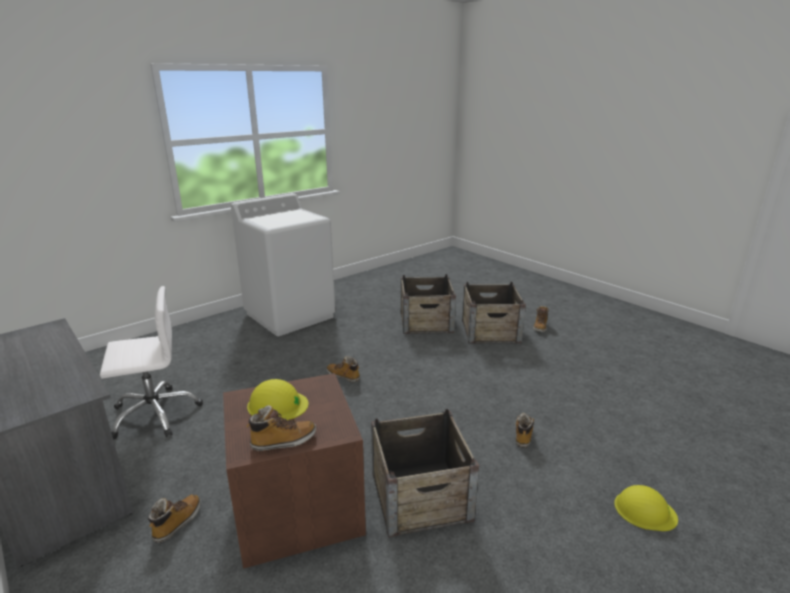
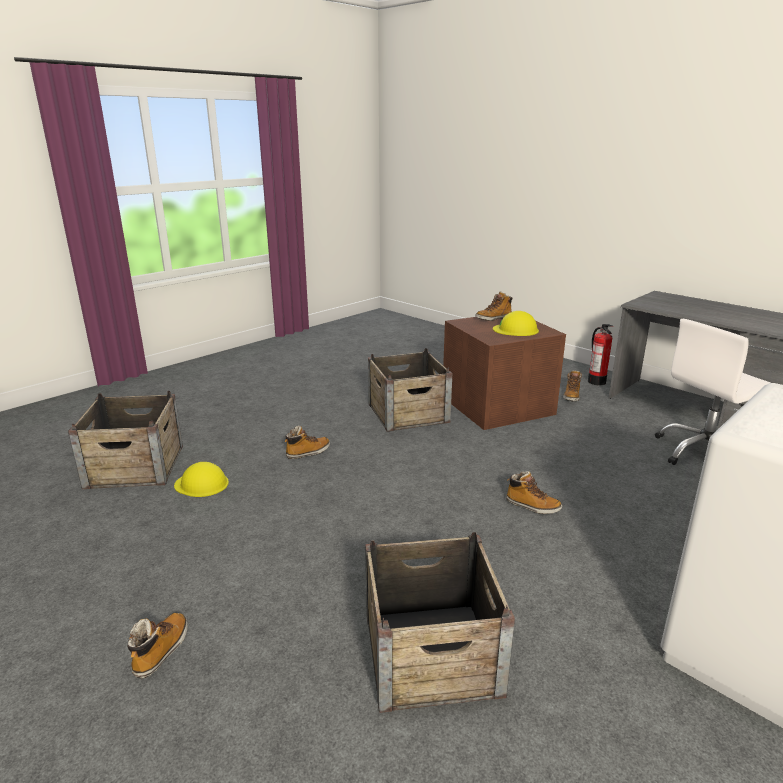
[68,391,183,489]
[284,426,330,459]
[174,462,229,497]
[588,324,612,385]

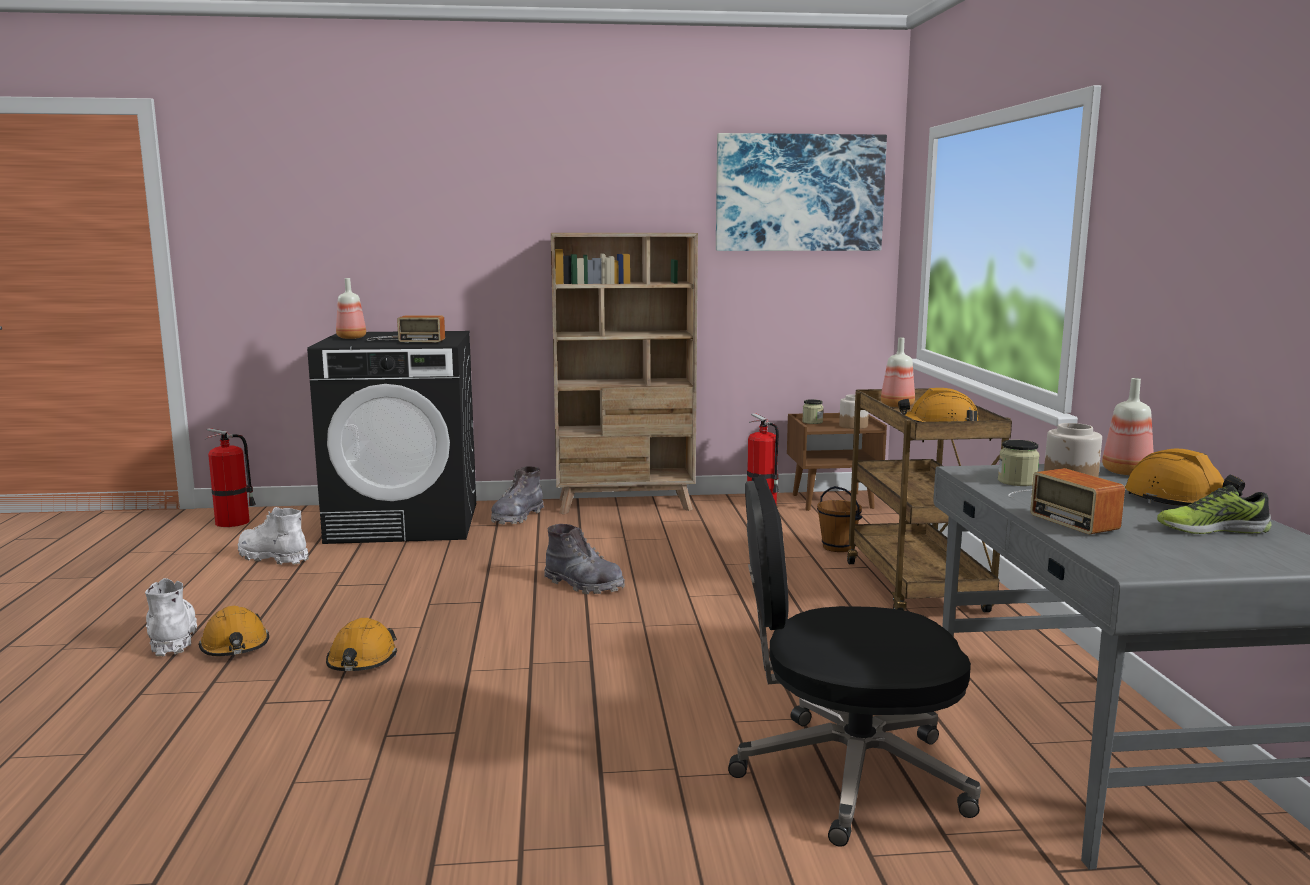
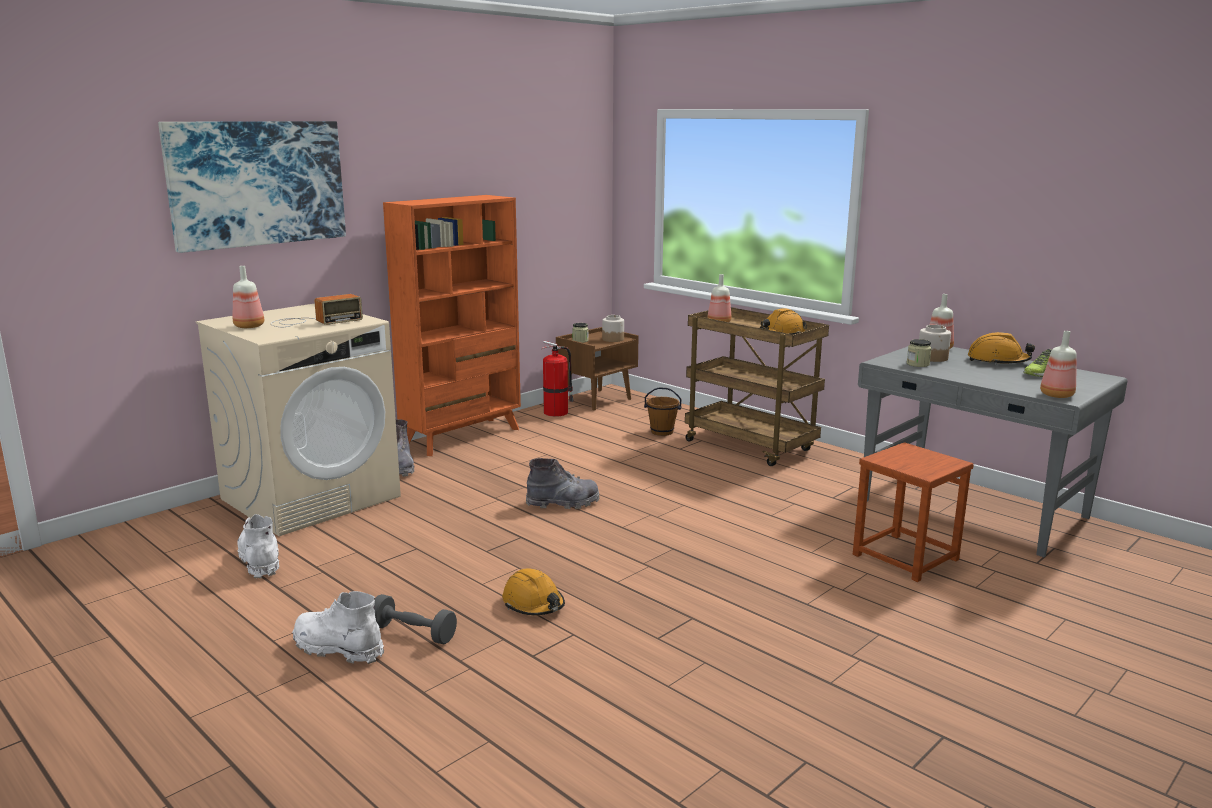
[374,594,457,645]
[205,428,256,527] (first image)
[237,514,279,578]
[196,303,401,536]
[383,195,521,456]
[158,121,346,253]
[853,442,974,582]
[1008,468,1125,534] (first image)
[1040,331,1077,398]

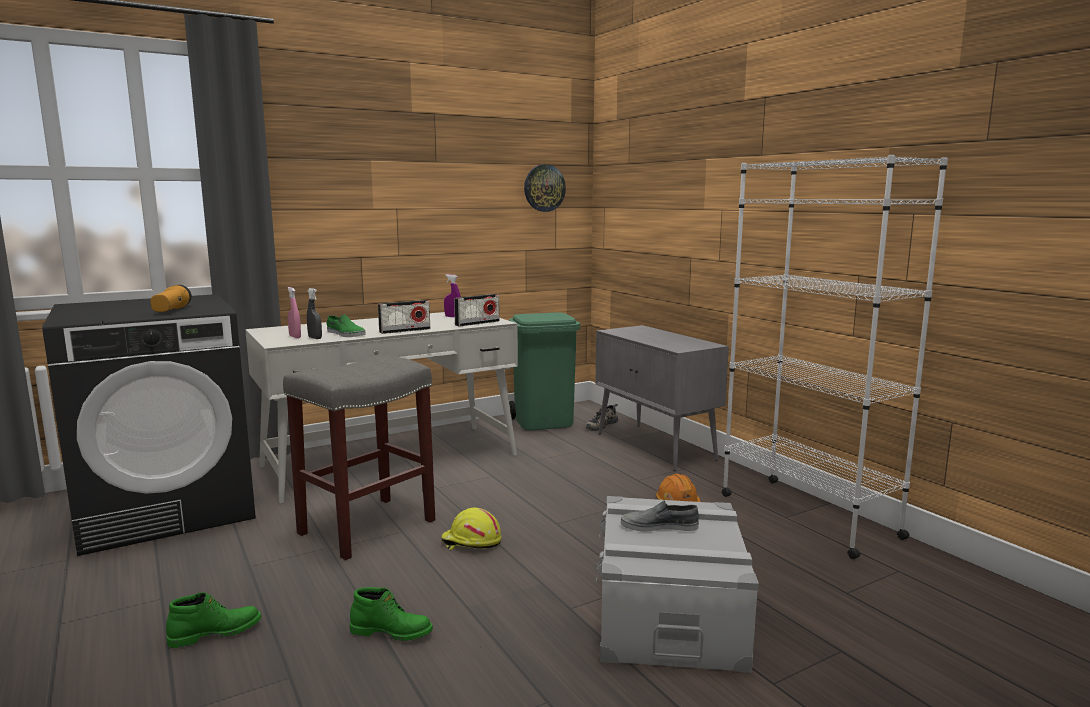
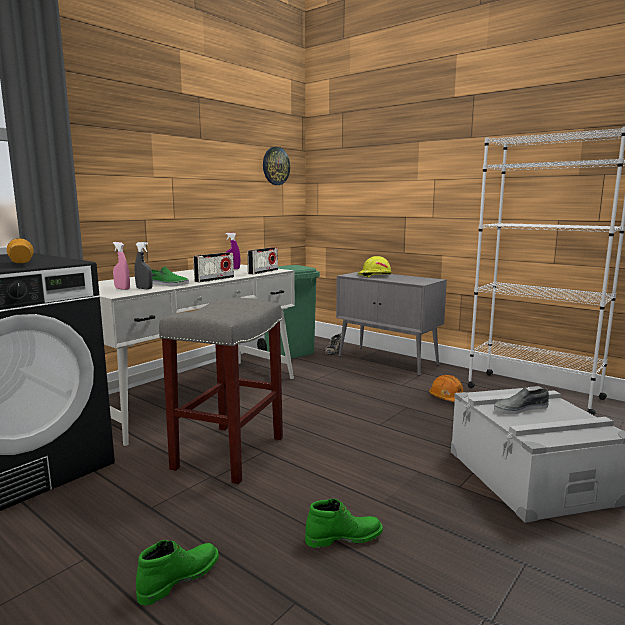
[357,256,392,278]

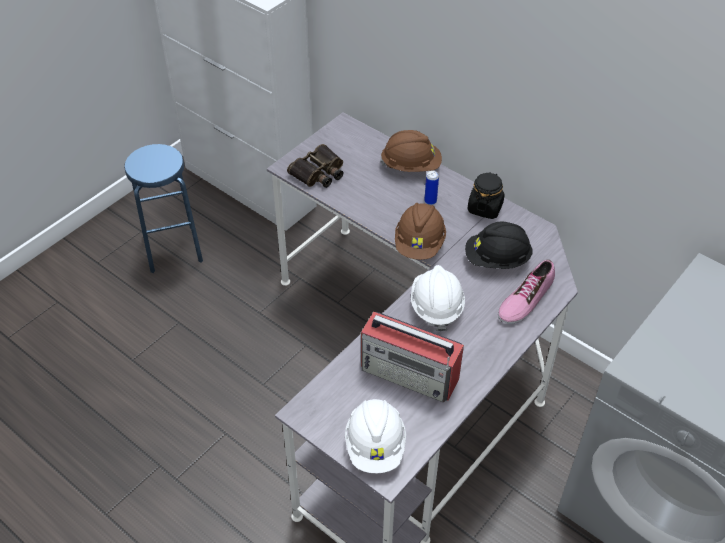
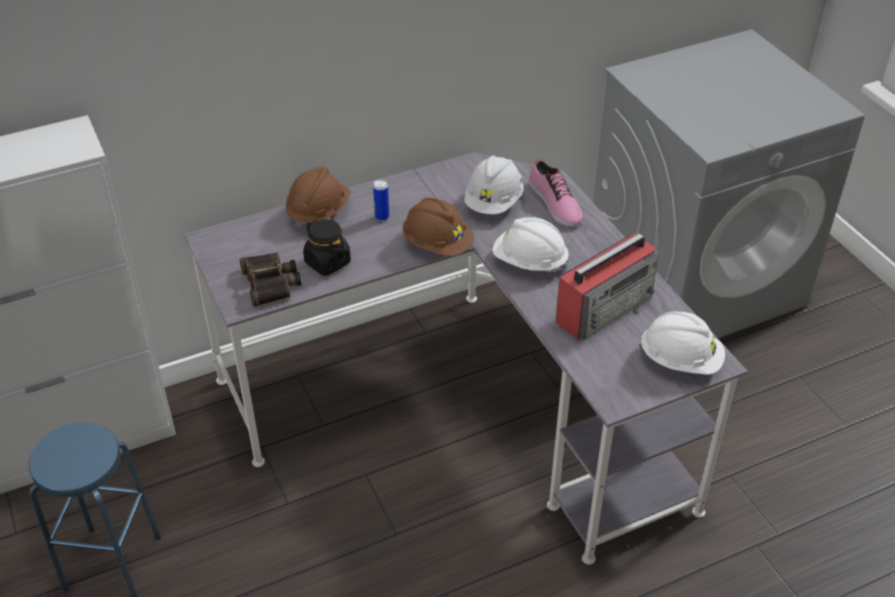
[464,156,523,214]
[303,219,351,275]

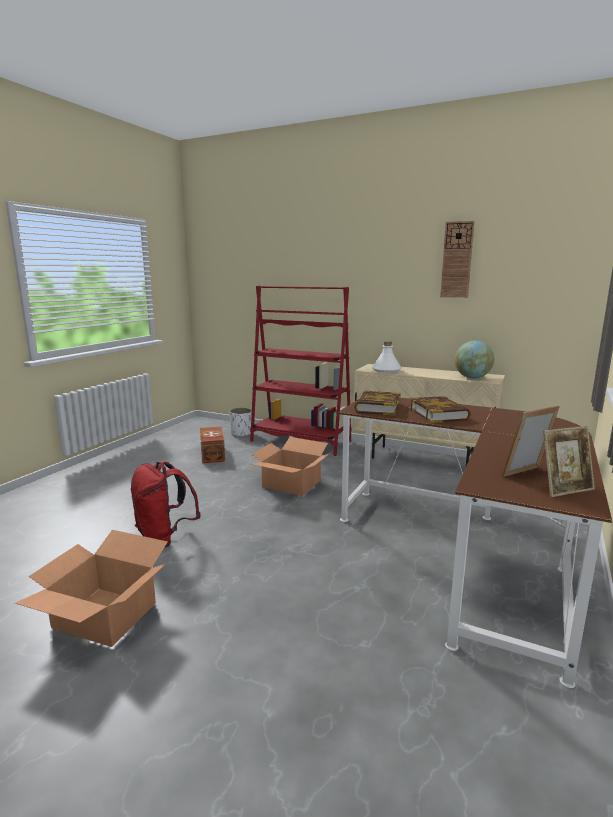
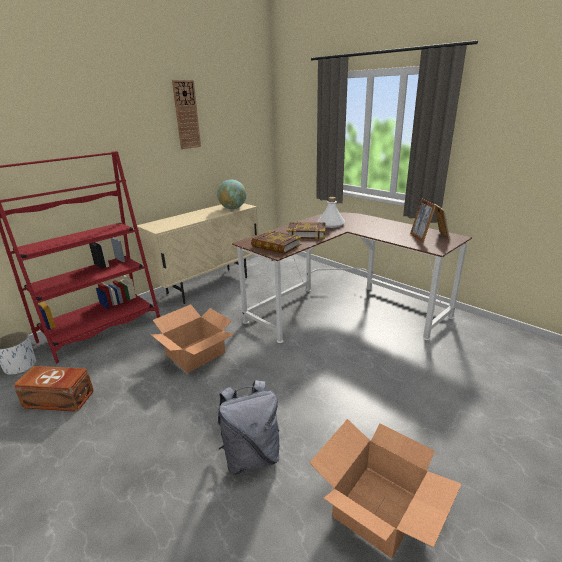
[217,380,280,475]
[317,197,345,228]

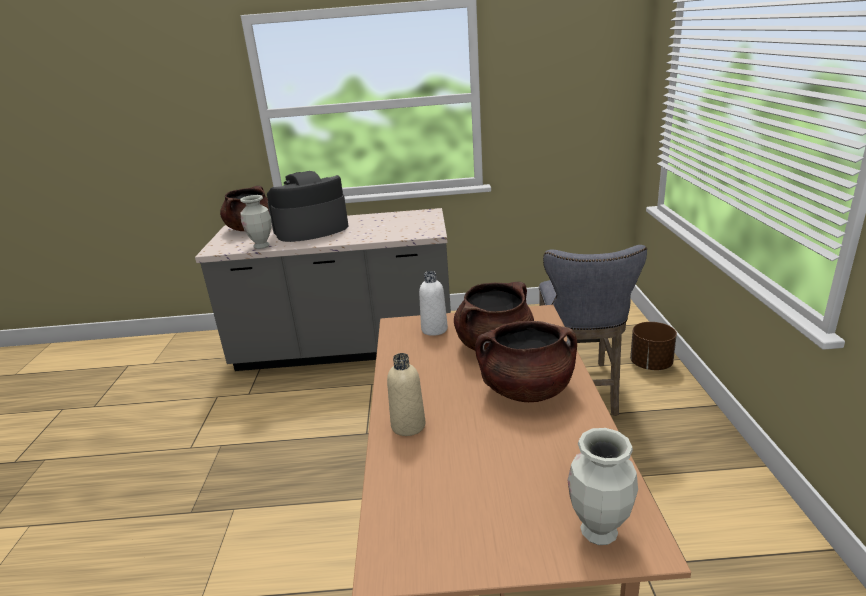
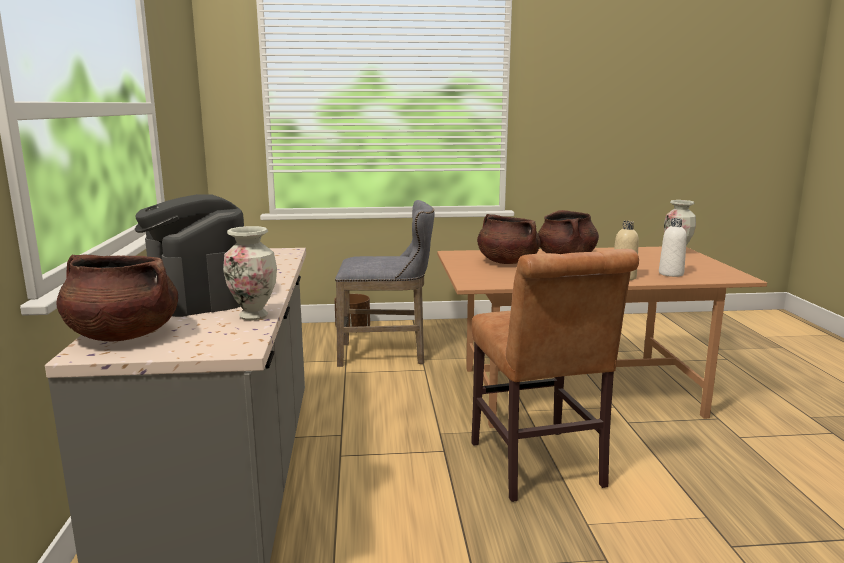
[659,218,687,277]
[471,249,639,502]

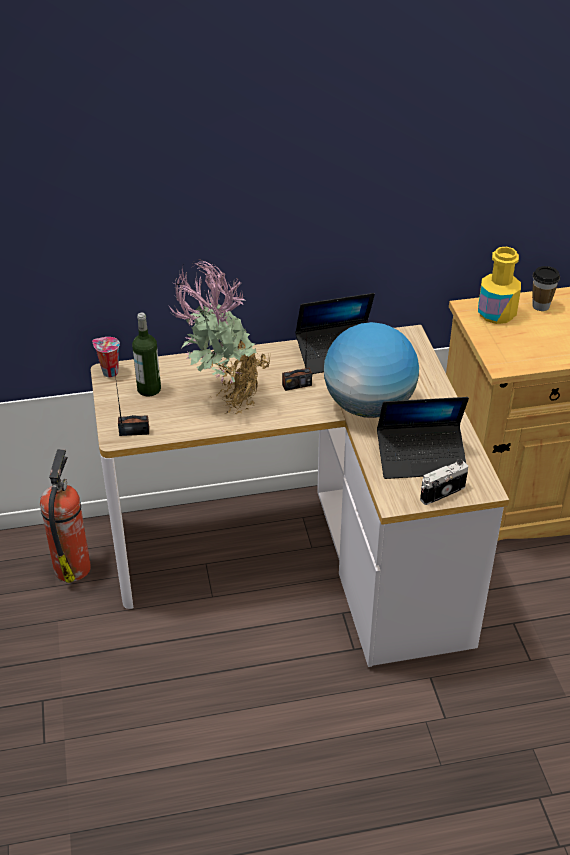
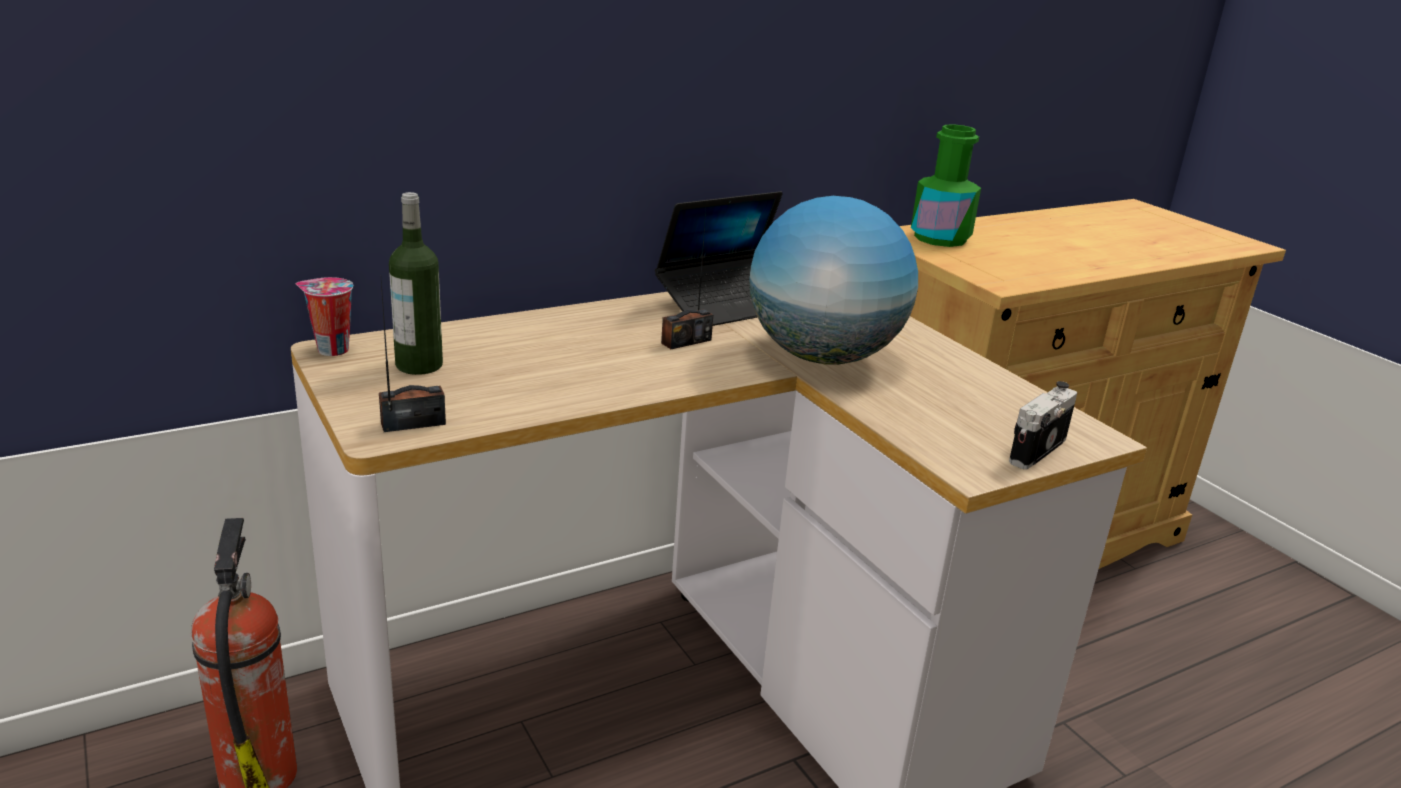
[167,259,271,414] (first image)
[377,397,469,479] (first image)
[911,124,981,247]
[532,266,560,311] (first image)

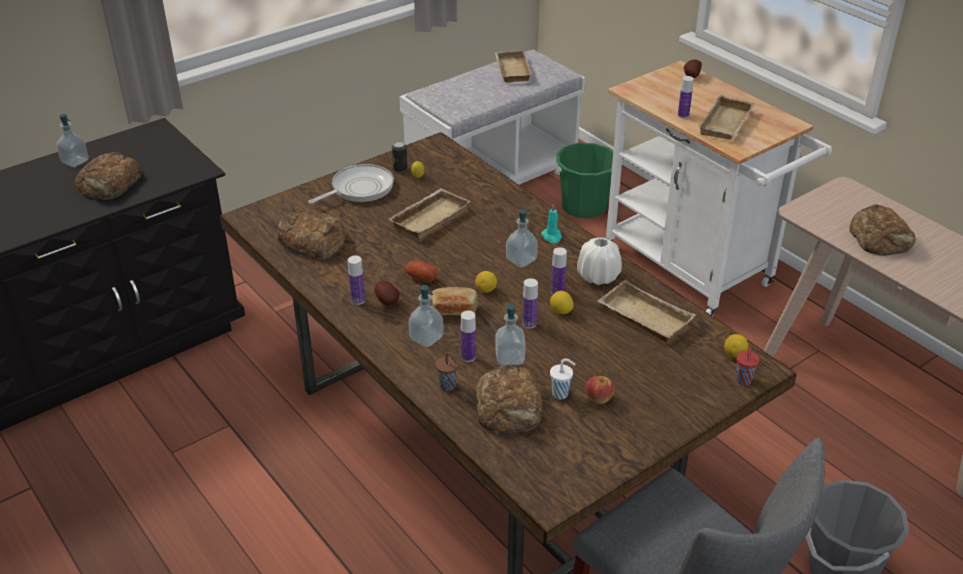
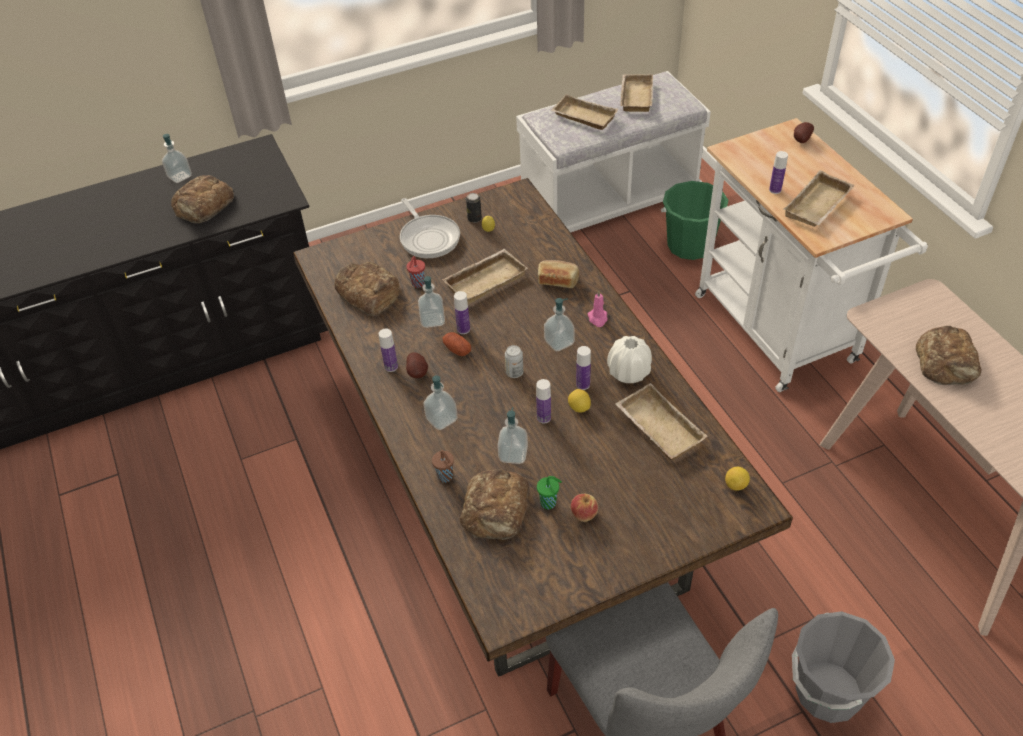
[400,198,460,258]
[538,260,579,288]
[454,291,470,334]
[505,345,523,378]
[588,291,608,327]
[537,476,562,509]
[407,256,425,288]
[418,276,445,328]
[551,94,618,130]

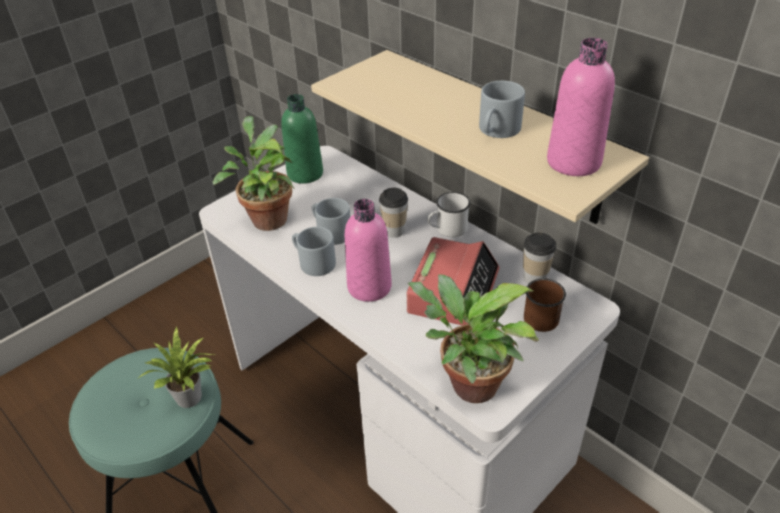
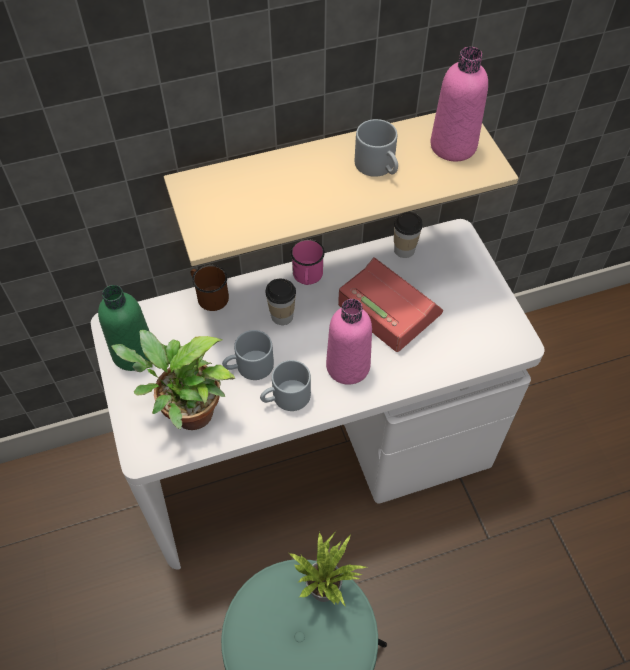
[408,274,539,403] (first image)
[291,239,325,285]
[190,265,229,311]

